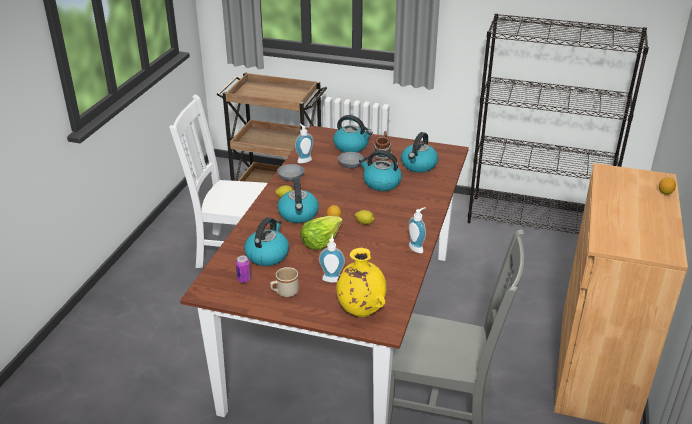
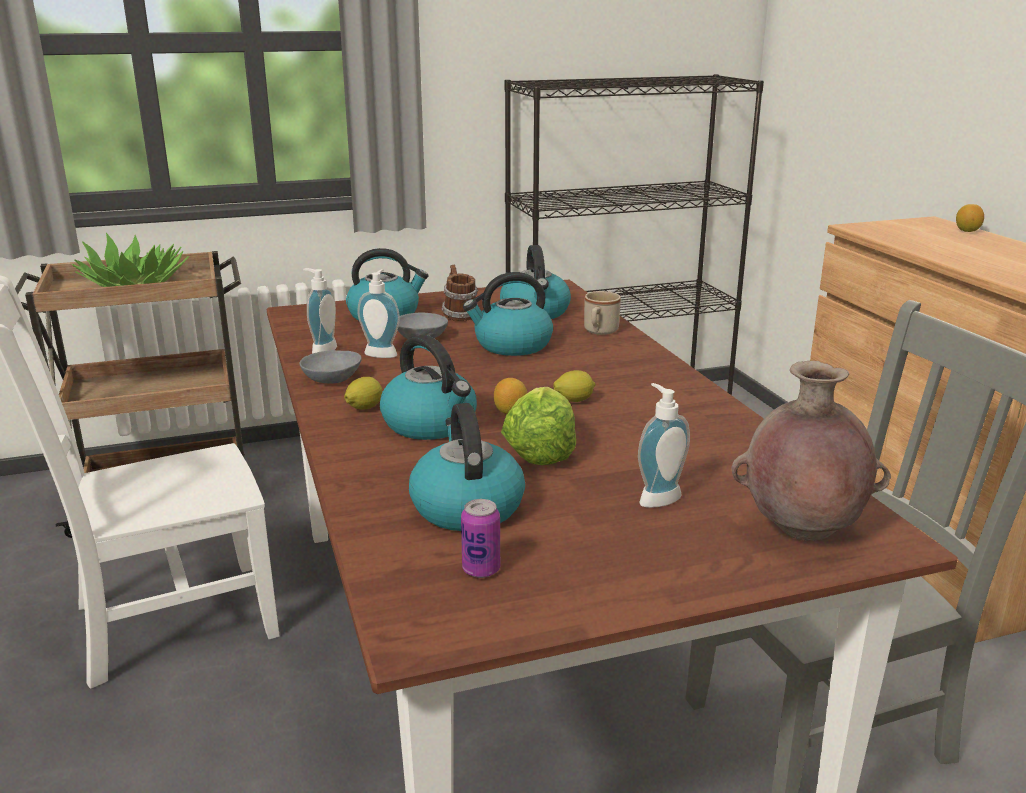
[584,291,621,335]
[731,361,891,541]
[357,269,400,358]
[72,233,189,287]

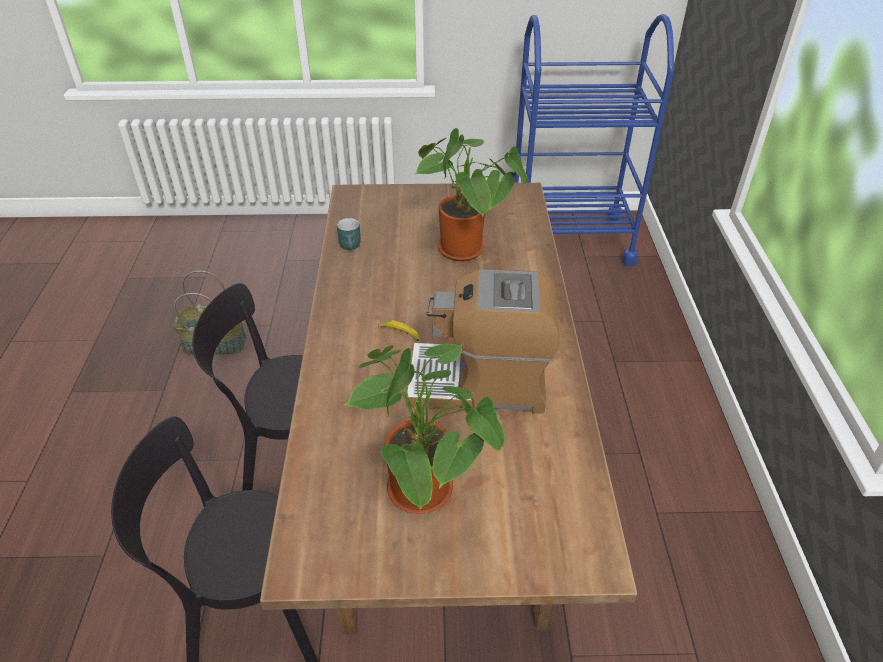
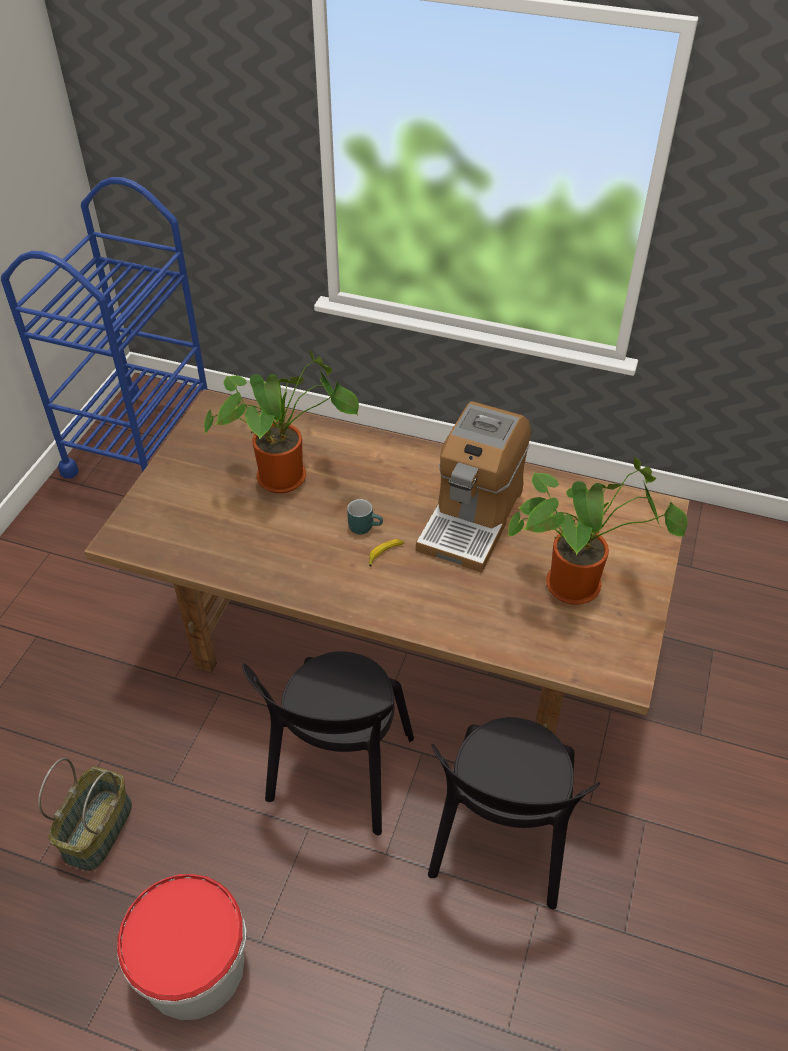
[347,499,383,534]
[117,874,246,1020]

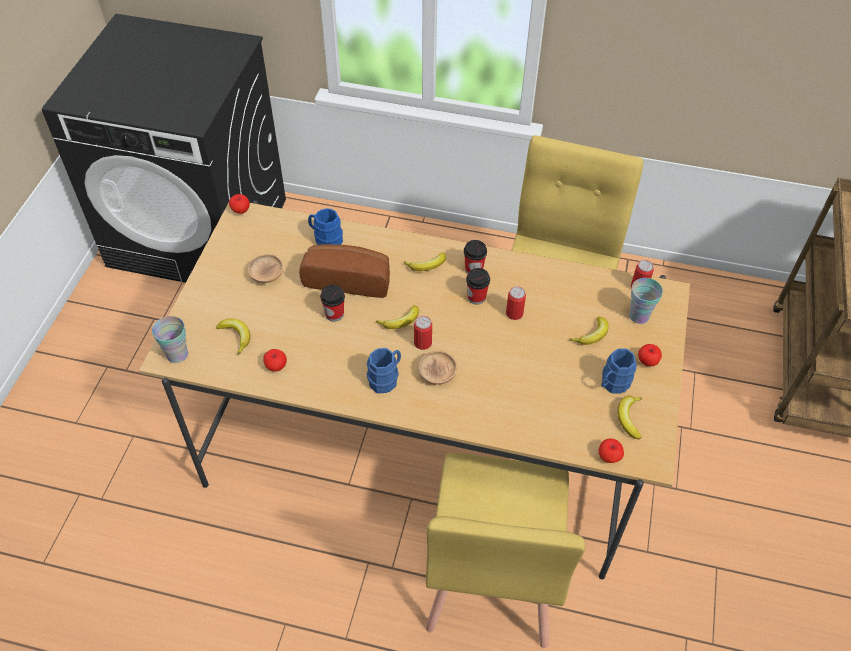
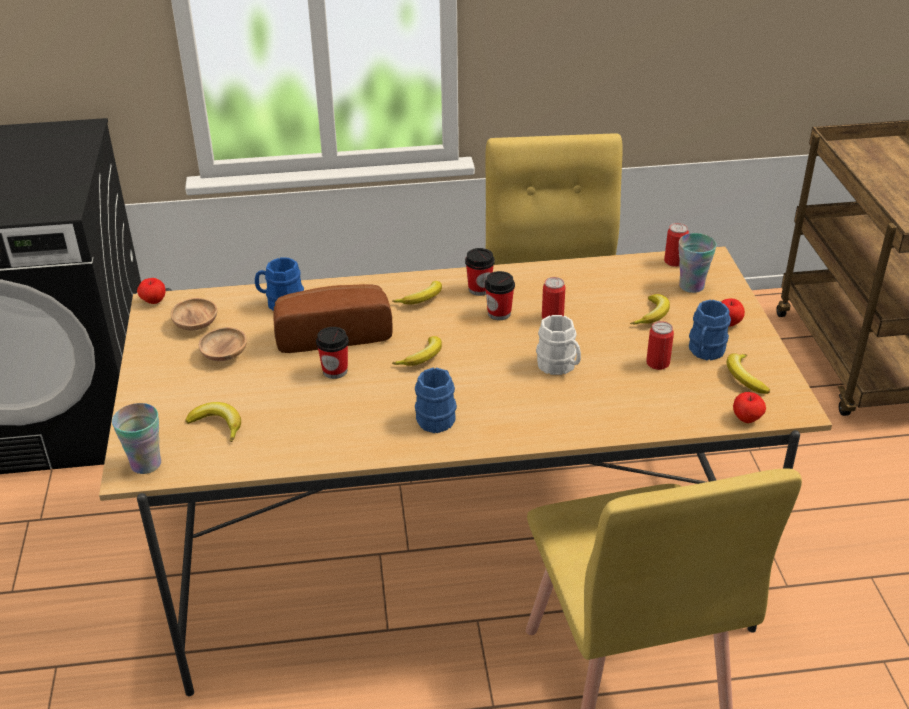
[263,349,287,372] (first image)
[646,321,674,370]
[171,298,217,331]
[536,315,581,375]

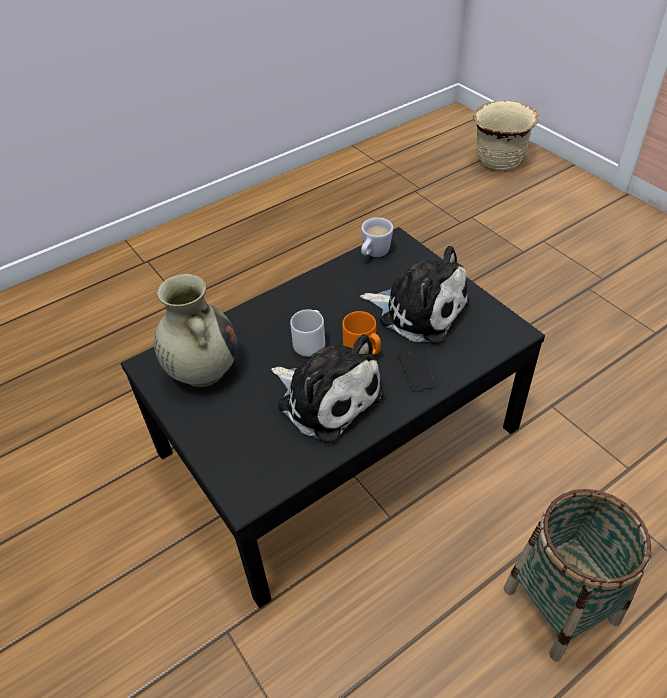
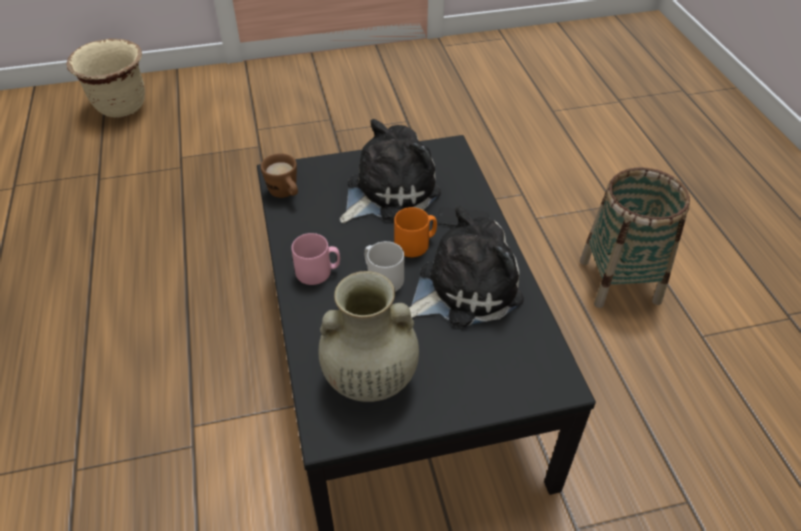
[261,153,298,198]
[291,233,340,285]

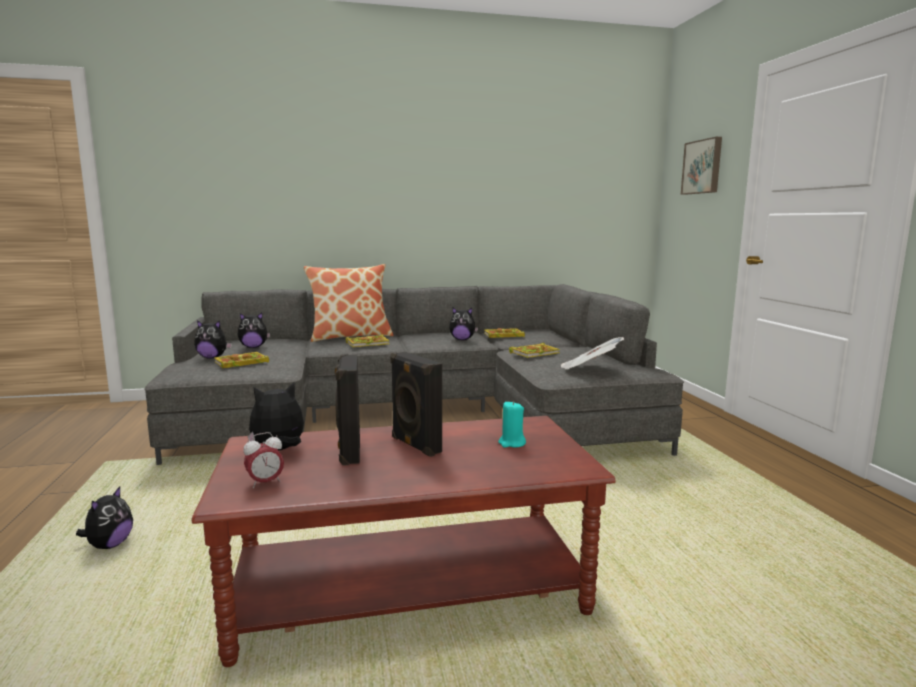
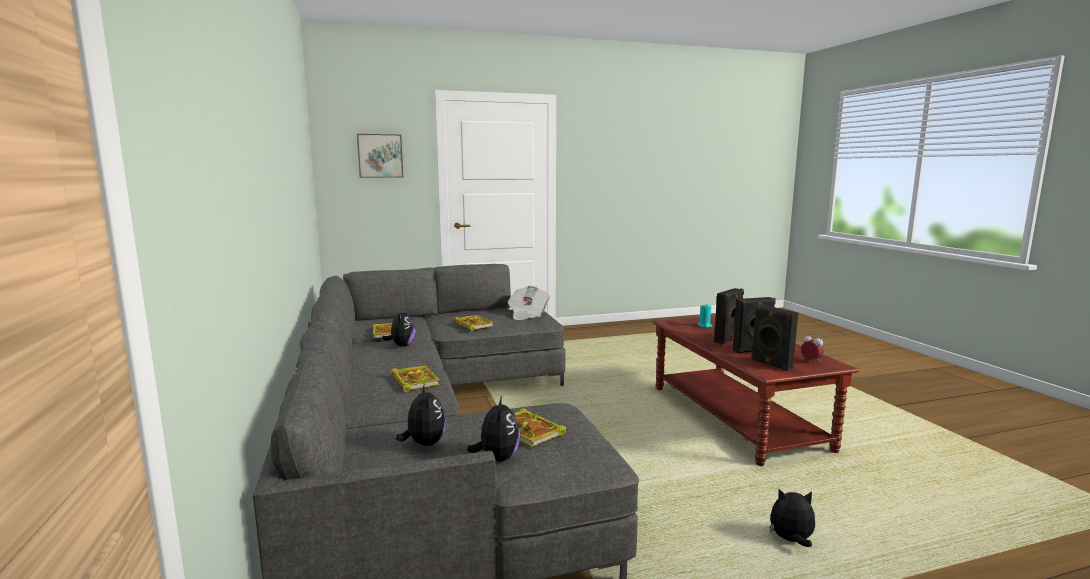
[751,305,798,371]
[304,264,394,342] (first image)

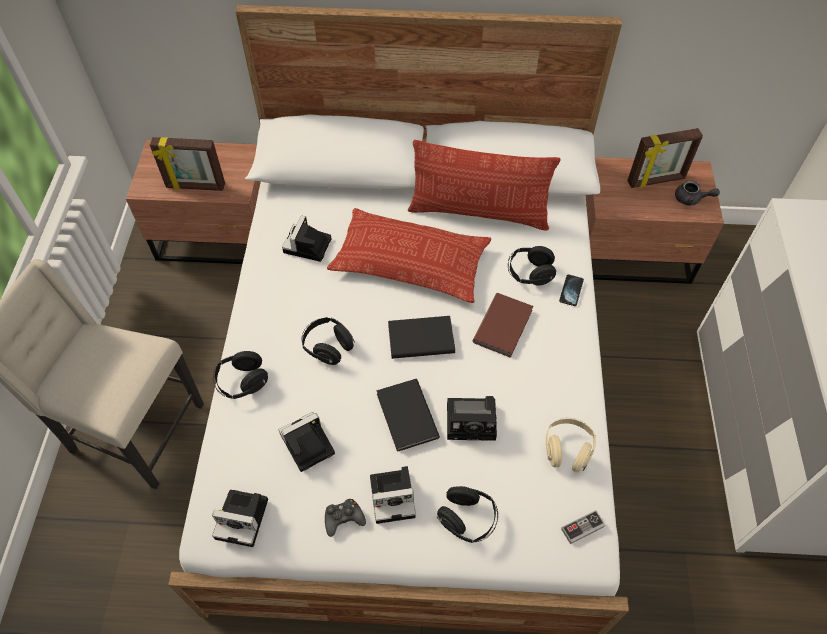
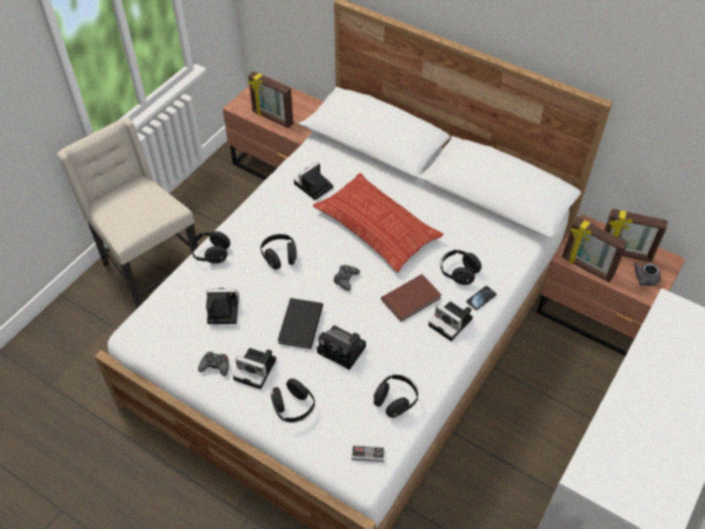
[428,302,473,341]
[333,265,360,291]
[408,140,560,231] (first image)
[374,375,418,418]
[633,263,661,286]
[562,217,628,283]

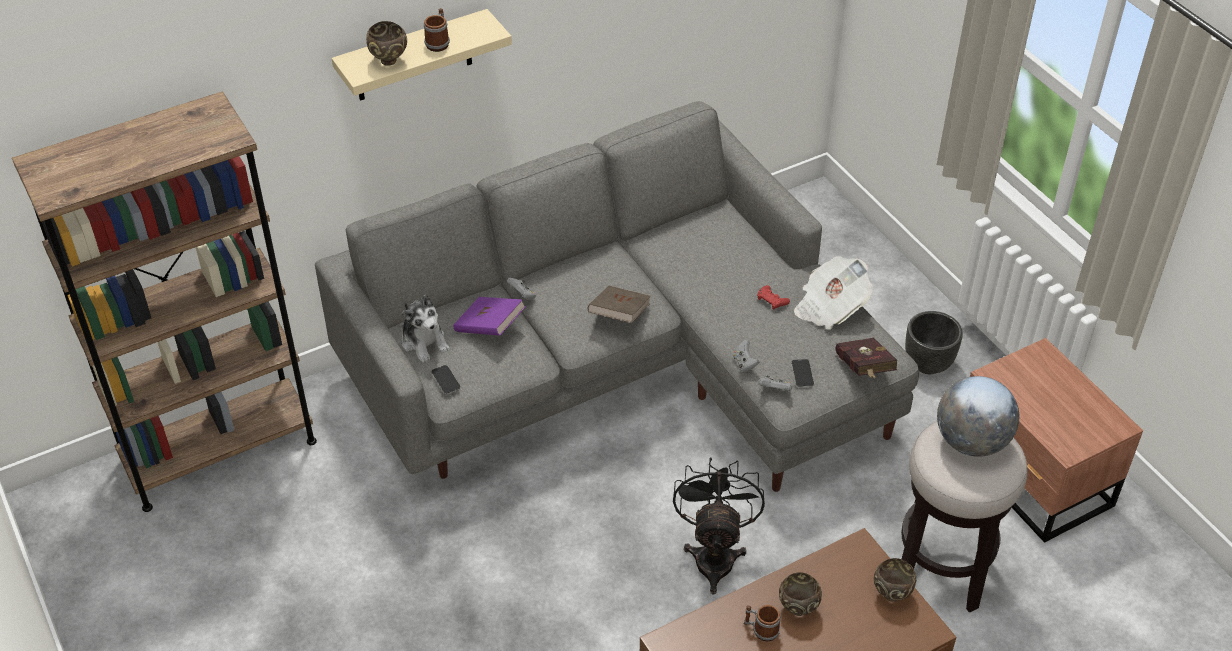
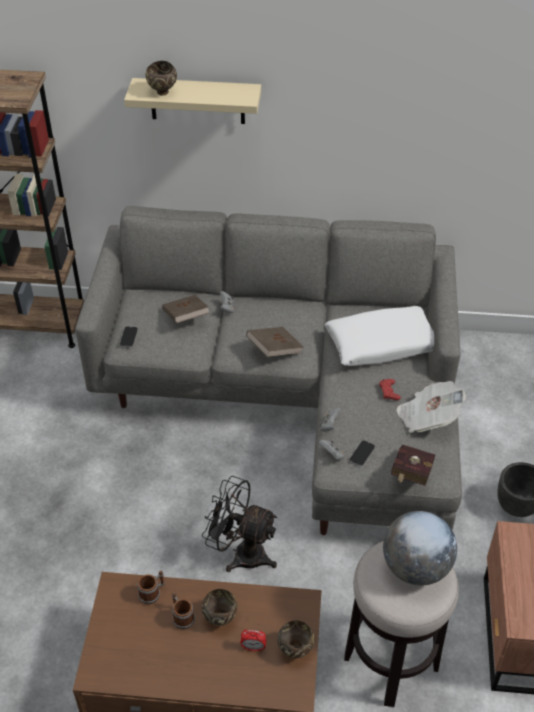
[402,294,450,363] (first image)
[137,571,165,604]
[162,295,210,323]
[202,476,278,572]
[240,630,266,651]
[325,306,434,366]

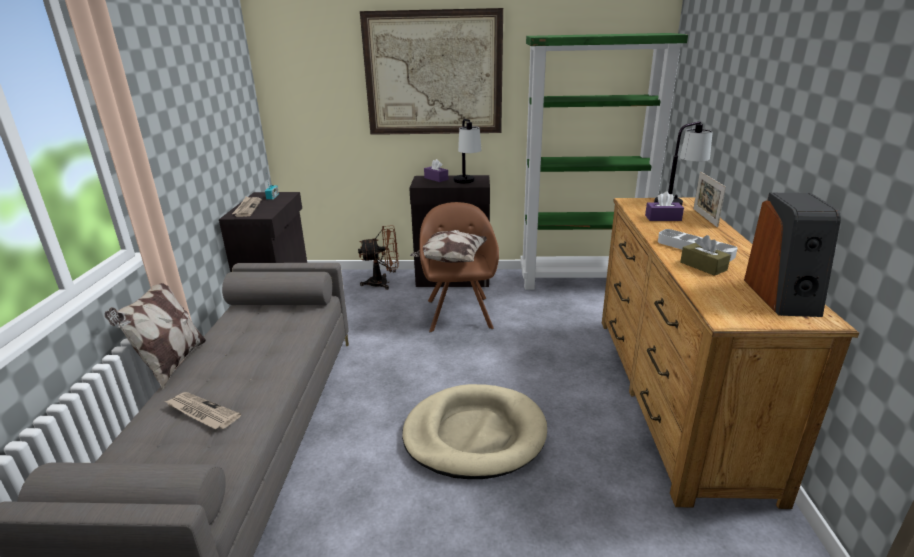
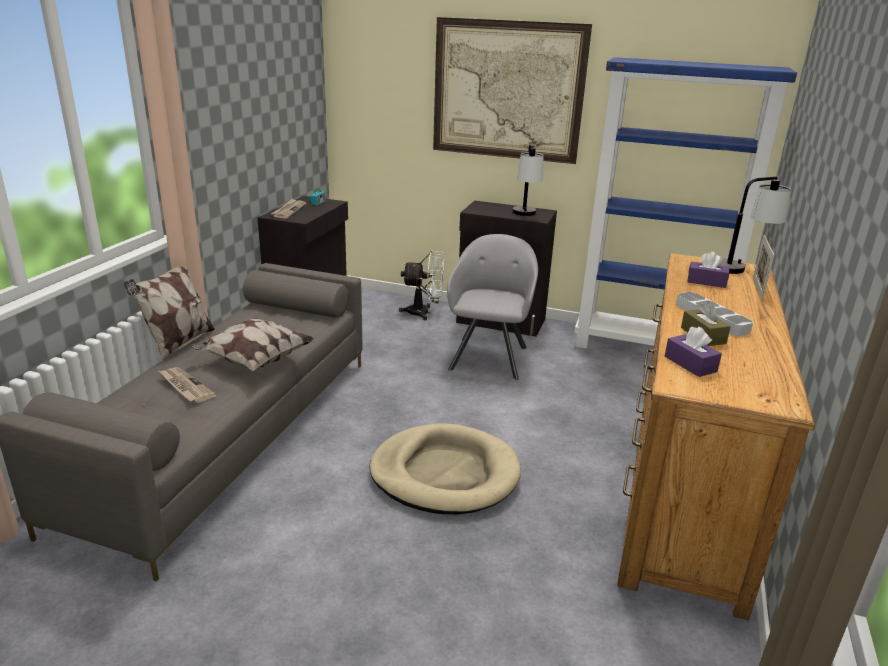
[399,250,444,320]
[189,318,315,371]
[447,234,538,380]
[665,327,722,377]
[574,57,797,348]
[744,193,841,317] (first image)

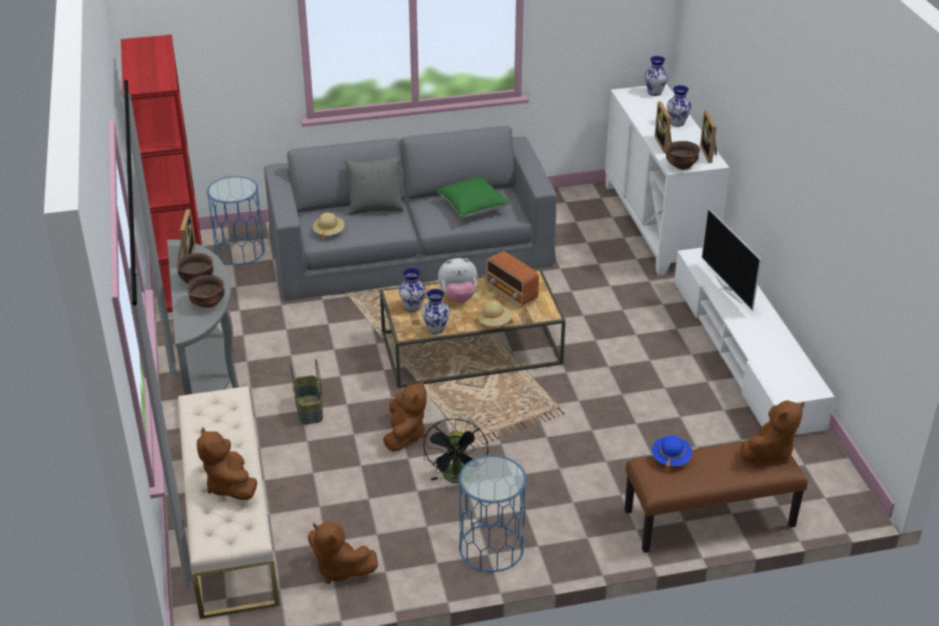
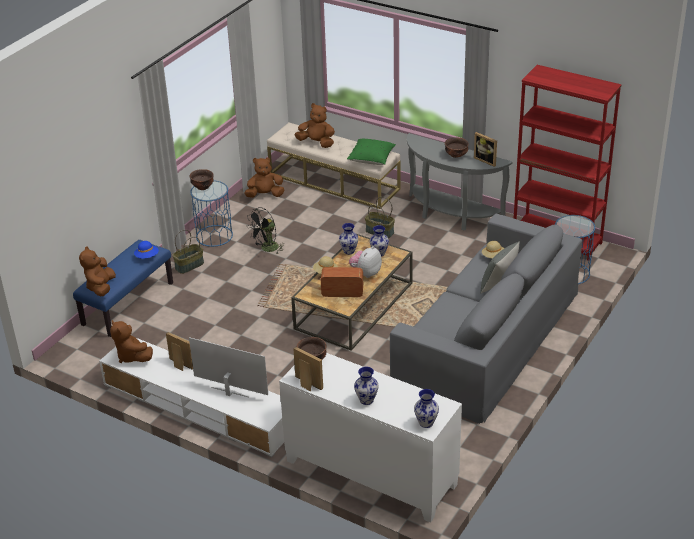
[190,169,214,190]
[110,320,153,363]
[247,207,283,255]
[347,139,396,165]
[73,240,173,337]
[166,332,193,371]
[172,230,204,274]

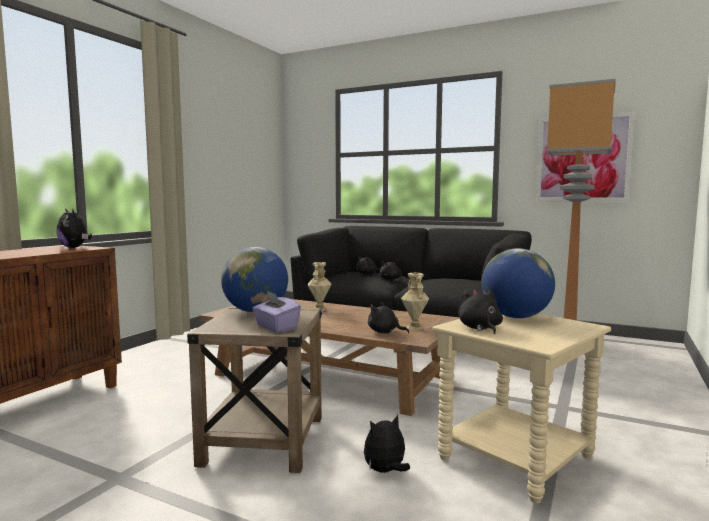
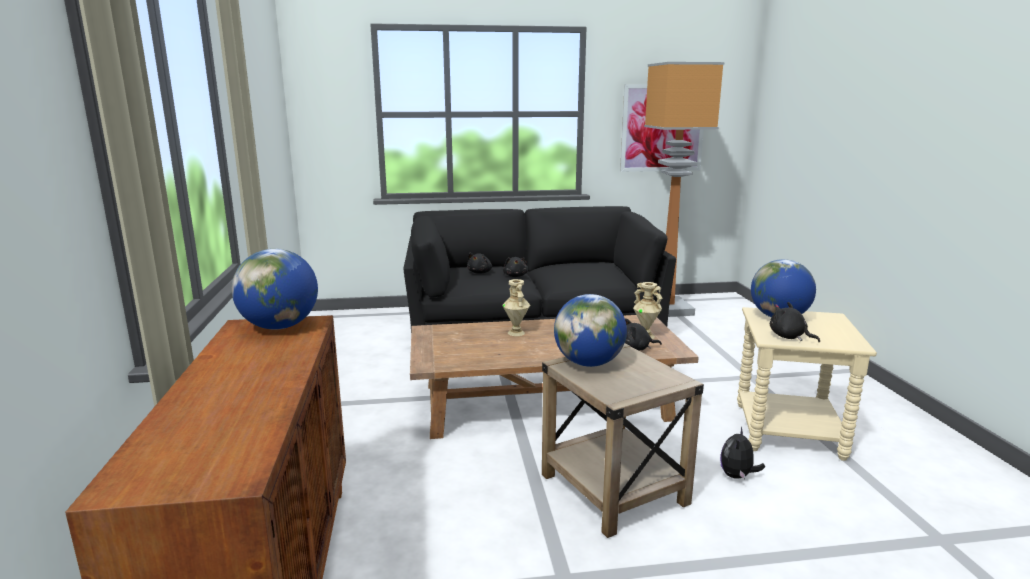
[232,249,318,330]
[252,291,301,333] (first image)

